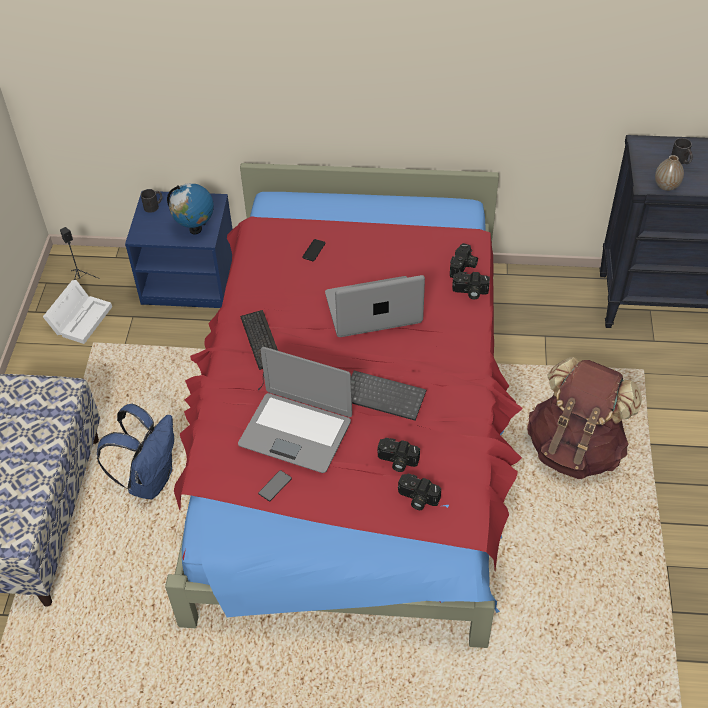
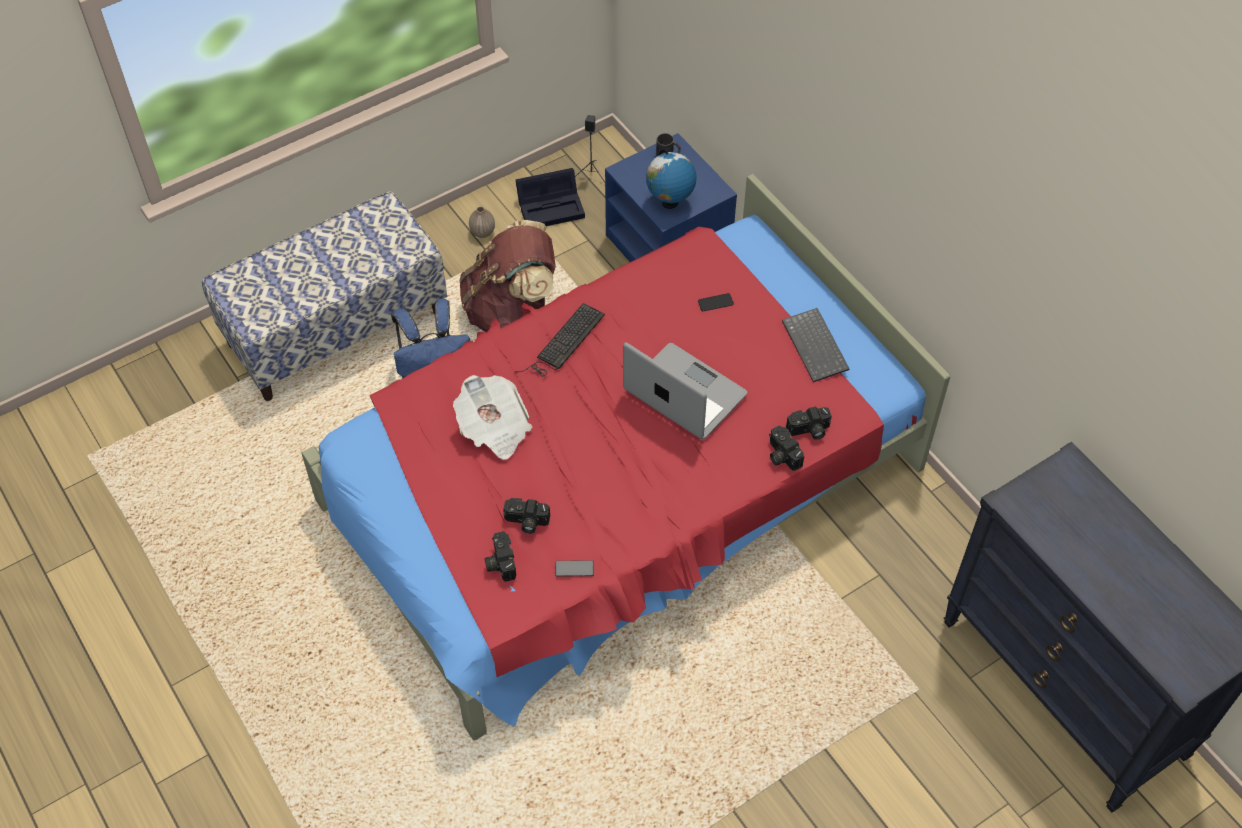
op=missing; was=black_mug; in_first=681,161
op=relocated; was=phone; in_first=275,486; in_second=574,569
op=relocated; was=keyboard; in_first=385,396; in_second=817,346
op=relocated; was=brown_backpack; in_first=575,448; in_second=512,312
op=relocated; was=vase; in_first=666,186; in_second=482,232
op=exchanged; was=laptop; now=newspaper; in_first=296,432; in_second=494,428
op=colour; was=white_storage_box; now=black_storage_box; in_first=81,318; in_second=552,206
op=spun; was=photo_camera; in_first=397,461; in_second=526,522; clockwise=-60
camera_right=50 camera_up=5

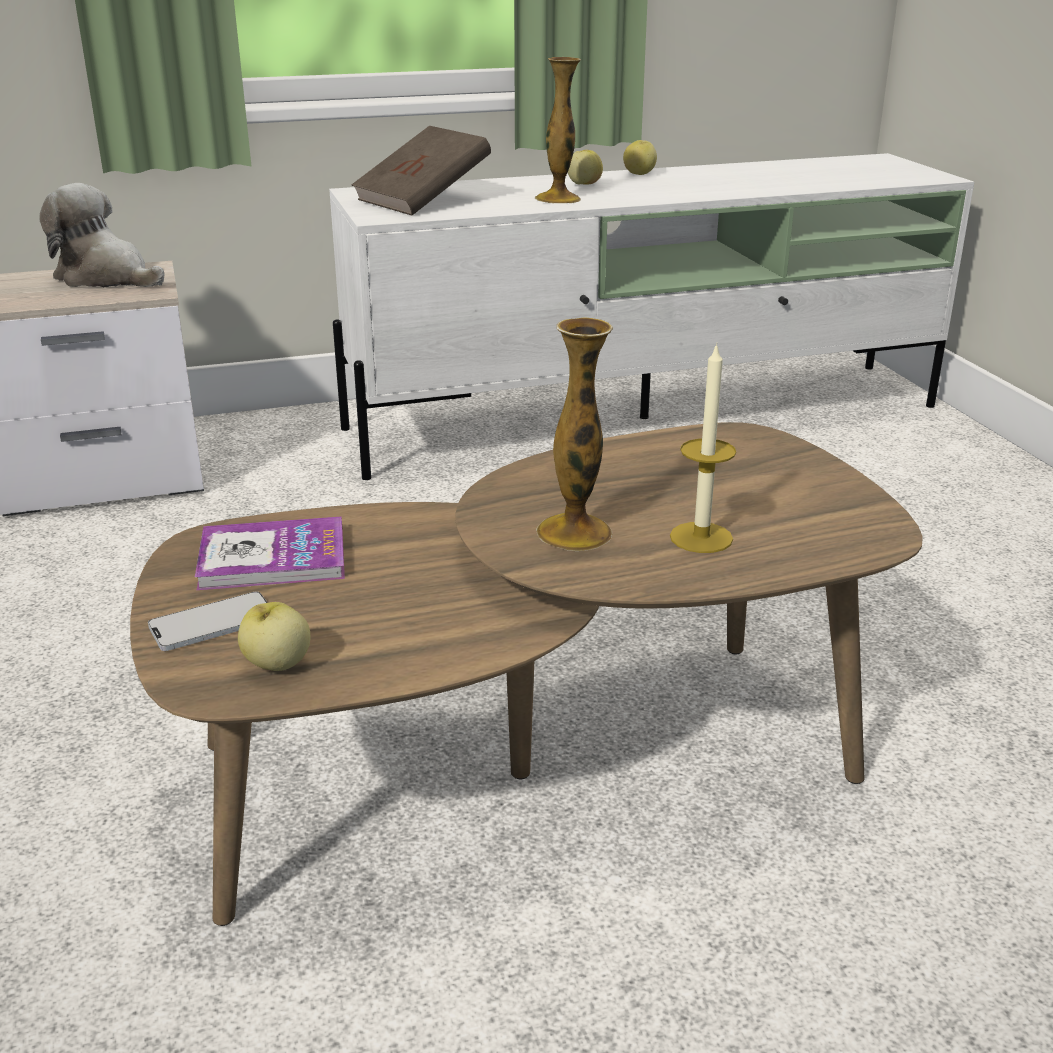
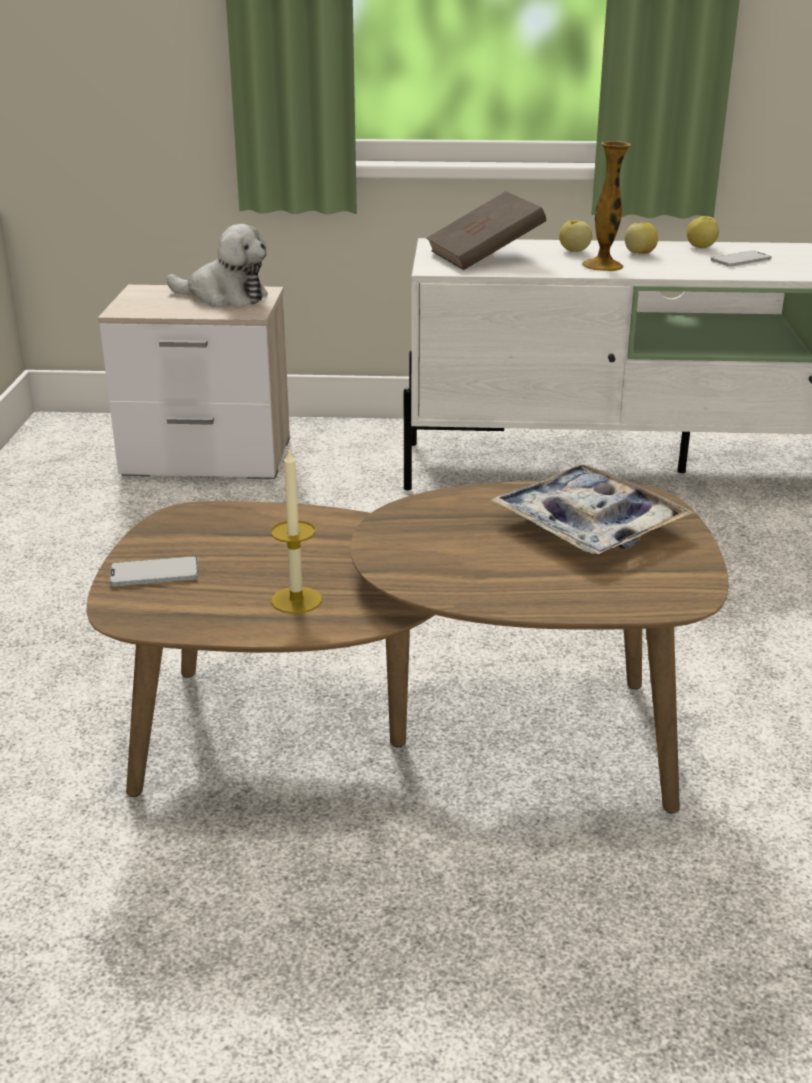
op=missing; was=book; in_first=272,558
op=missing; was=vase; in_first=574,533
op=appeared; now=tray; in_second=588,525
op=appeared; now=phone; in_second=740,260
op=relocated; was=apple; in_first=276,664; in_second=574,251
op=relocated; was=candle; in_first=701,537; in_second=296,600
op=spun; was=plush_toy; in_first=106,278; in_second=224,297; clockwise=150
camera_right=20 camera_up=0

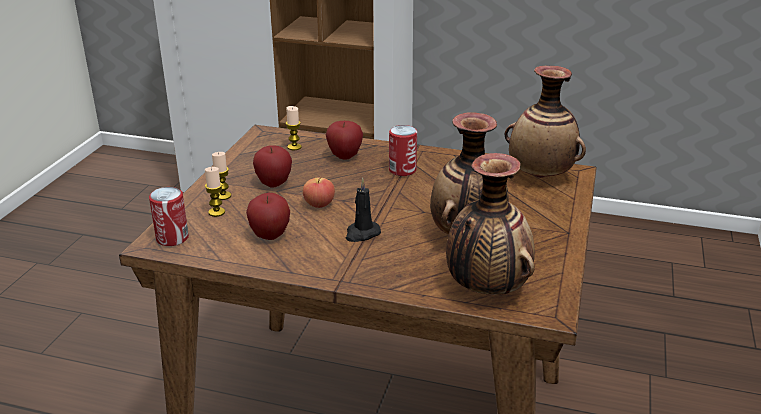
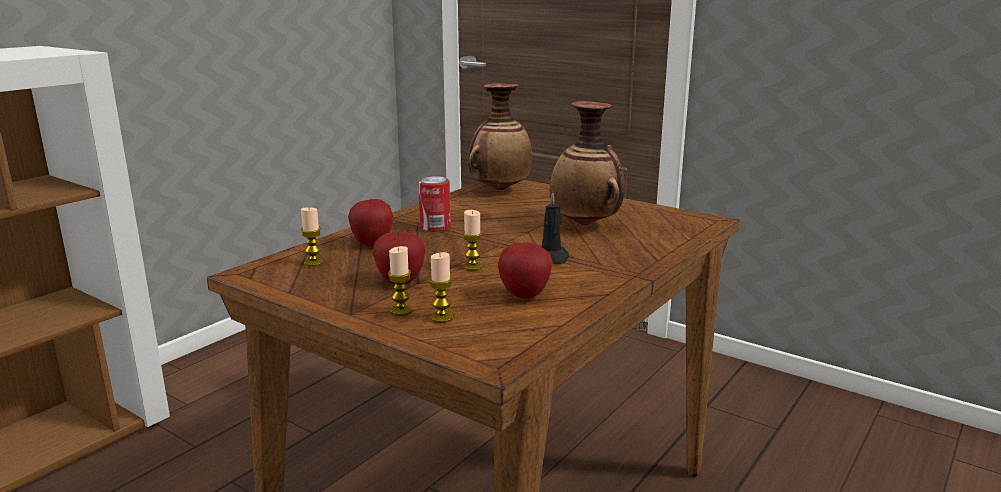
op=missing; was=can; in_first=172,238
op=missing; was=vase; in_first=486,289
op=exchanged; was=apple; now=candle; in_first=319,204; in_second=472,267
camera_right=-70 camera_up=-10

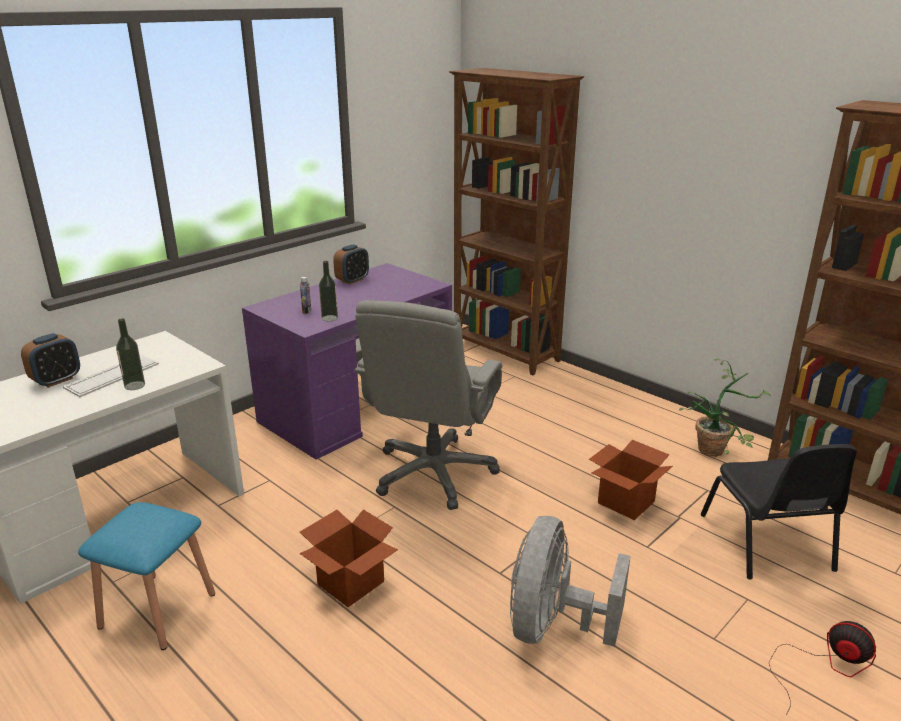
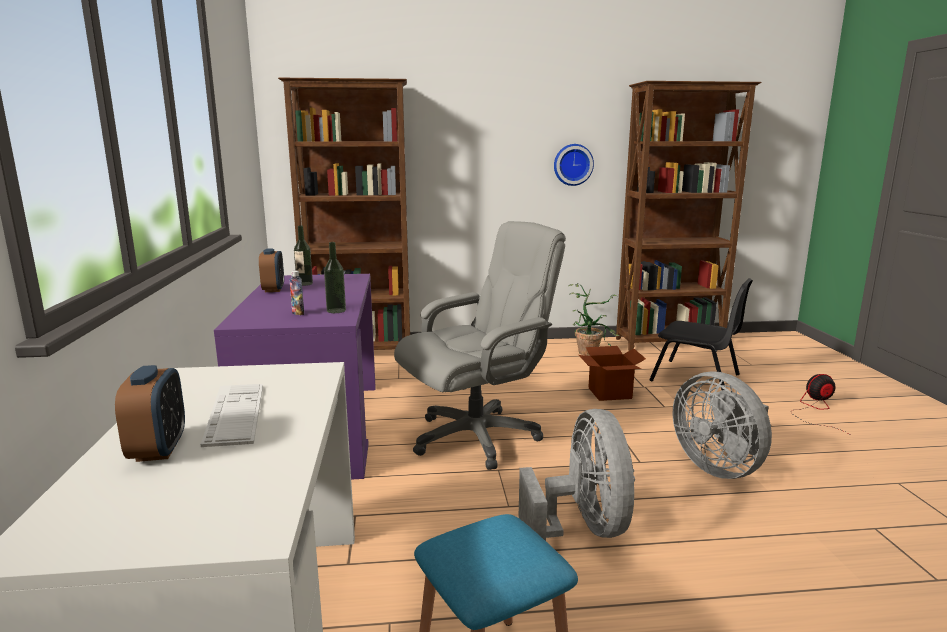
op=appeared; now=wall_clock; in_second=572,164
op=relocated; was=bottle; in_first=134,385; in_second=304,284
op=exchanged; was=cardboard_box; now=grey_fan; in_first=351,583; in_second=582,530
op=spun; was=grey_office_chair; in_first=433,473; in_second=476,437; clockwise=-90
camera_right=-50 camera_up=-10

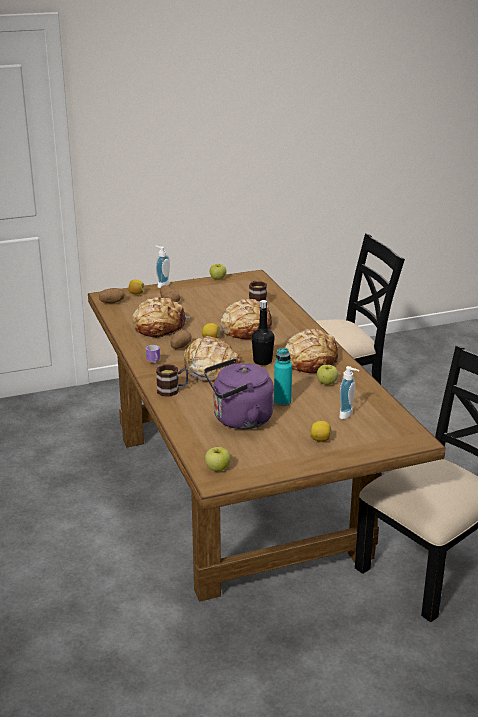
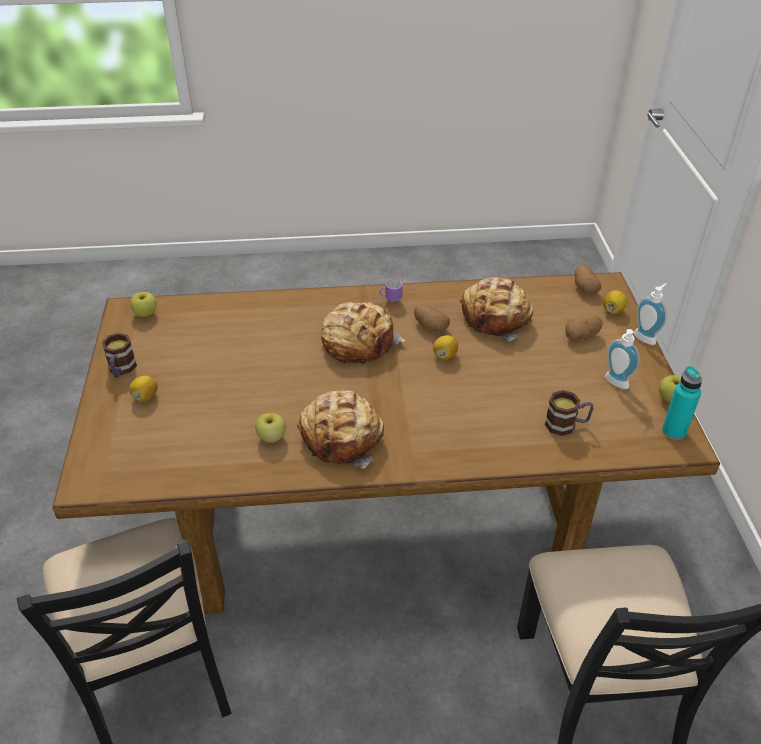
op=missing; was=purple_kettle; in_first=239,420
op=missing; was=bread; in_first=246,328
op=missing; was=black_bottle; in_first=262,361
op=relocated; was=mug; in_first=172,390; in_second=121,370
op=relocated; was=turquoise_bottle; in_first=282,402; in_second=674,431
op=relocated; was=soap_dispenser; in_first=348,415; in_second=614,383
camera_right=105 camera_up=15

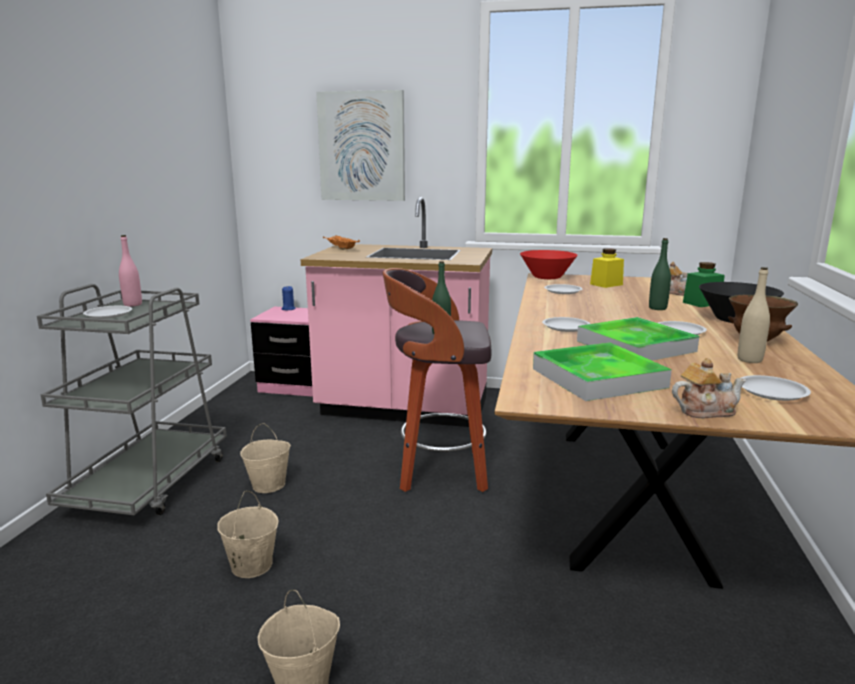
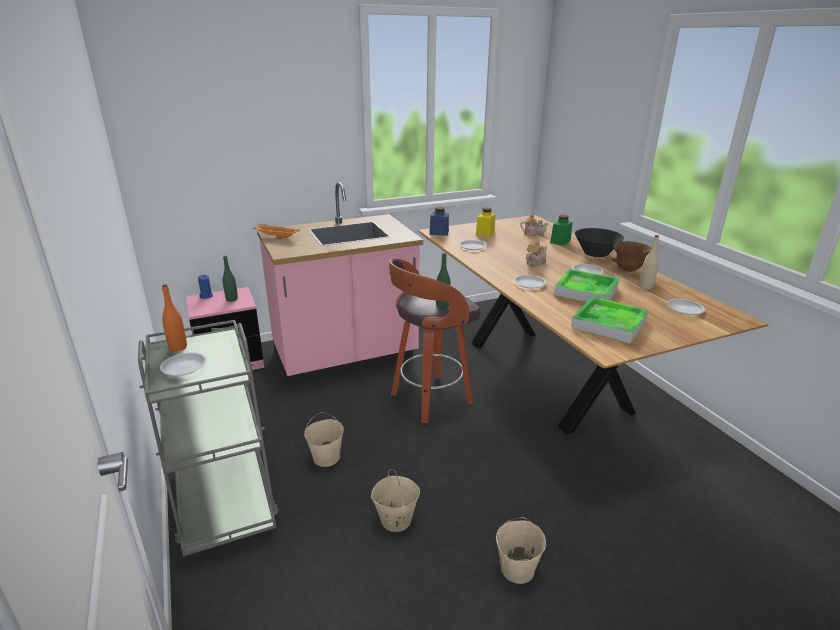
op=missing; was=picture; in_first=362,146
op=relocated; was=green_bottle; in_first=657,308; in_second=232,299
op=relocated; was=teapot; in_first=704,411; in_second=535,263
op=exchanged; was=red_bowl; now=blue_jar; in_first=547,277; in_second=439,232
op=colour; was=pink_bottle; now=orange_bottle; in_first=133,304; in_second=178,347
camera_right=-35 camera_up=10

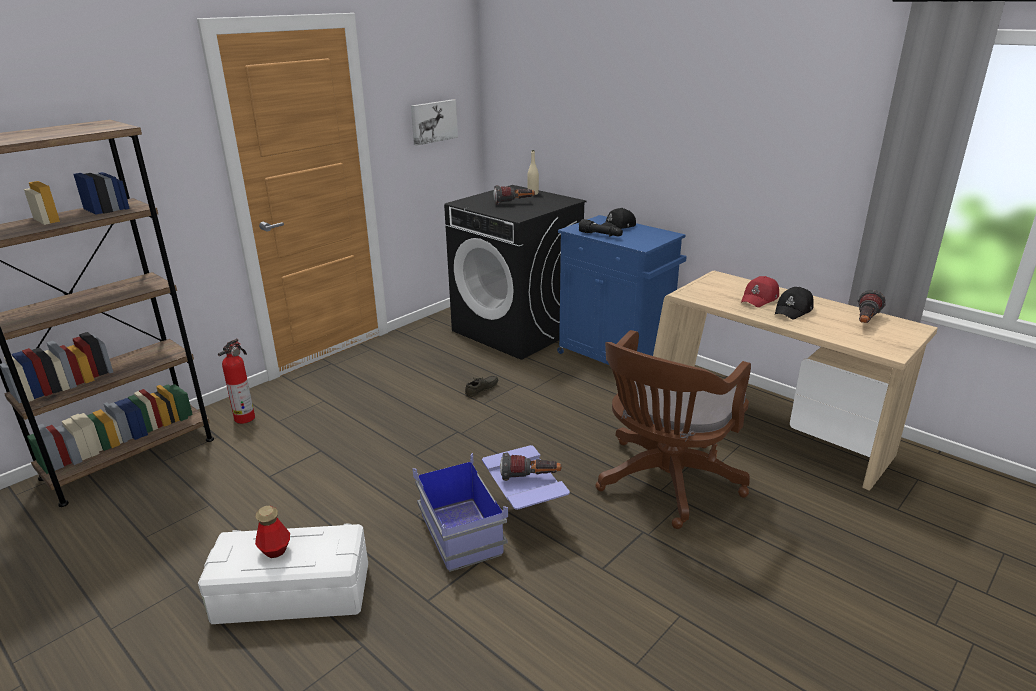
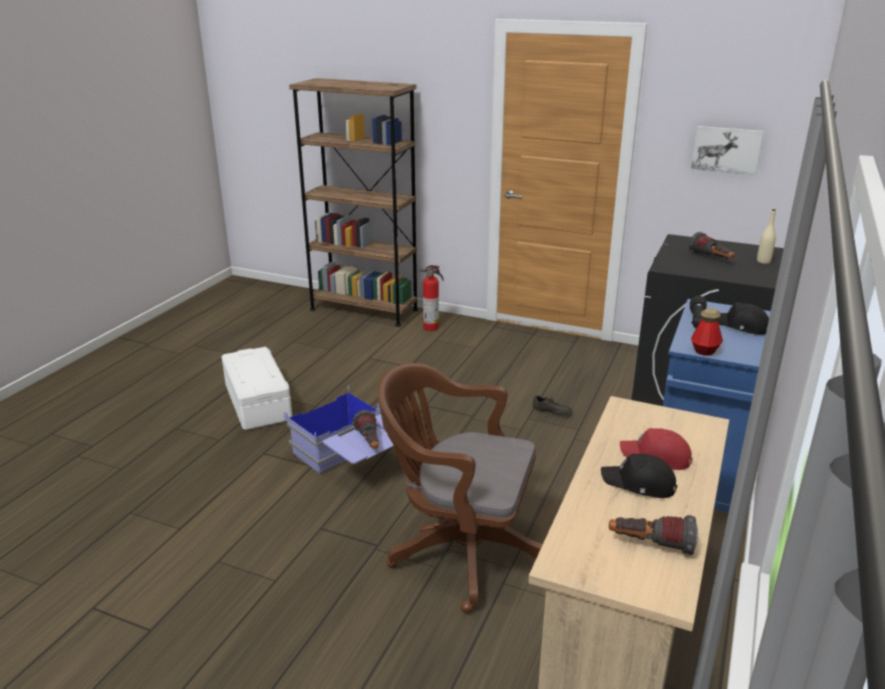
op=relocated; was=bottle; in_first=275,549; in_second=704,351
camera_right=70 camera_up=0

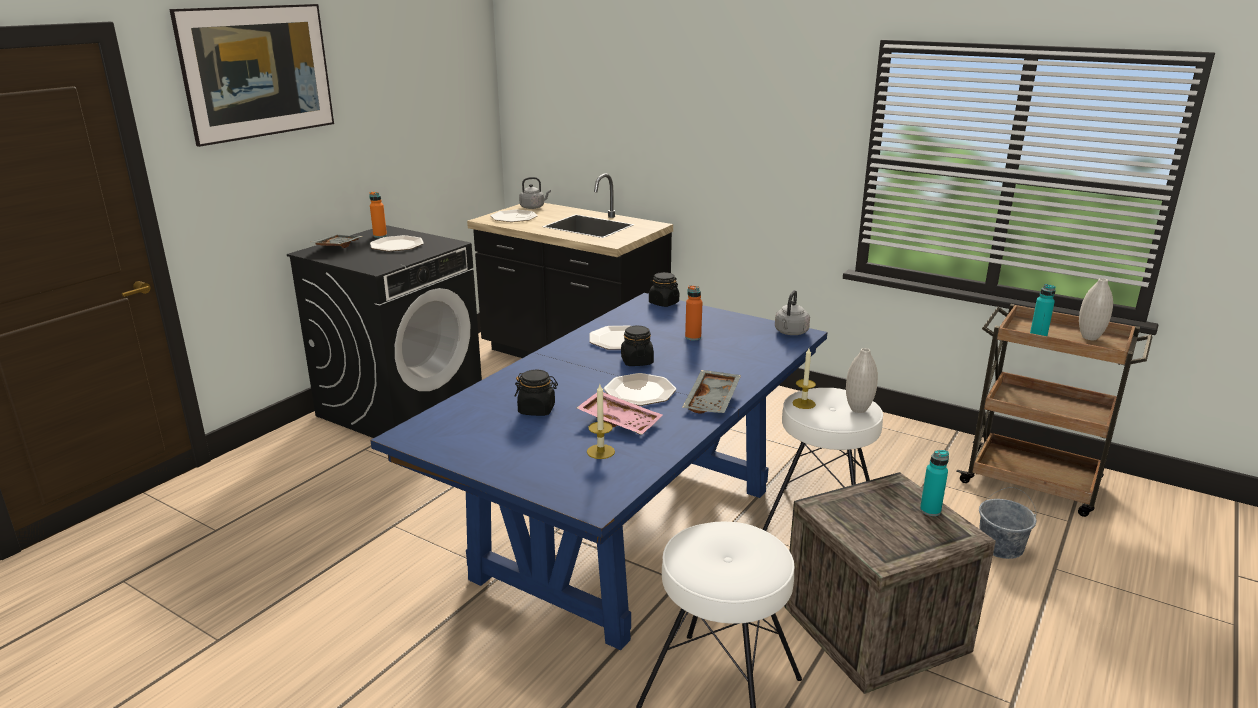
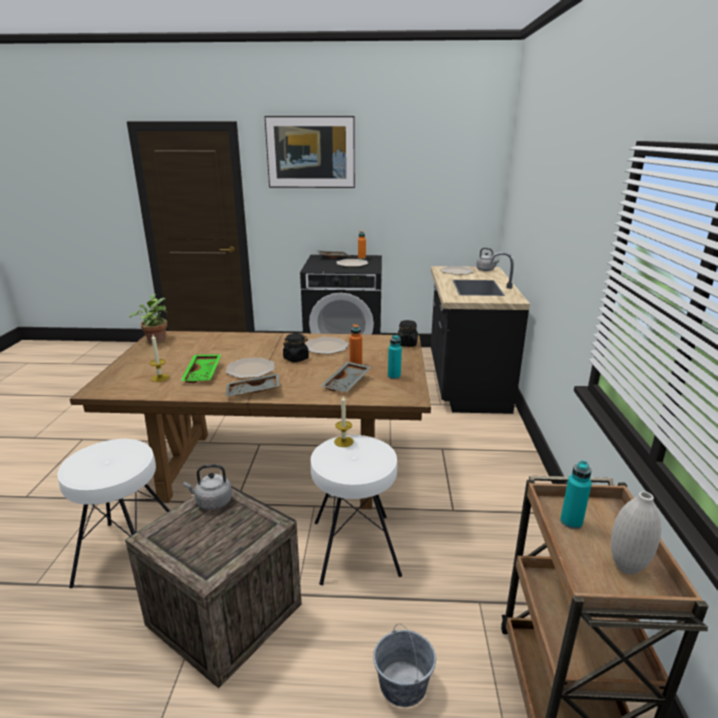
op=missing; was=black_jar; in_first=537,410
op=missing; was=white_vase; in_first=858,409
op=appeared; now=potted_plant; in_second=156,339
op=appeared; now=grey_tray; in_second=347,383
op=relocated; was=grey_kettle; in_first=790,332; in_second=212,502
op=relocated; was=turquoise_bottle; in_first=930,510; in_second=394,376
op=colour; was=blue_dining_table; now=brown_dining_table; in_first=629,531; in_second=277,468
op=colour; was=pink_tray; now=green_tray; in_first=620,421; in_second=203,373
camera_right=60 camera_up=0

